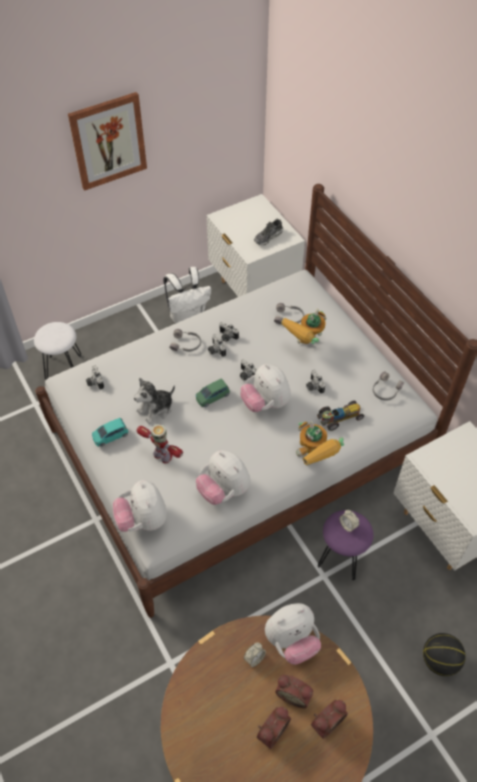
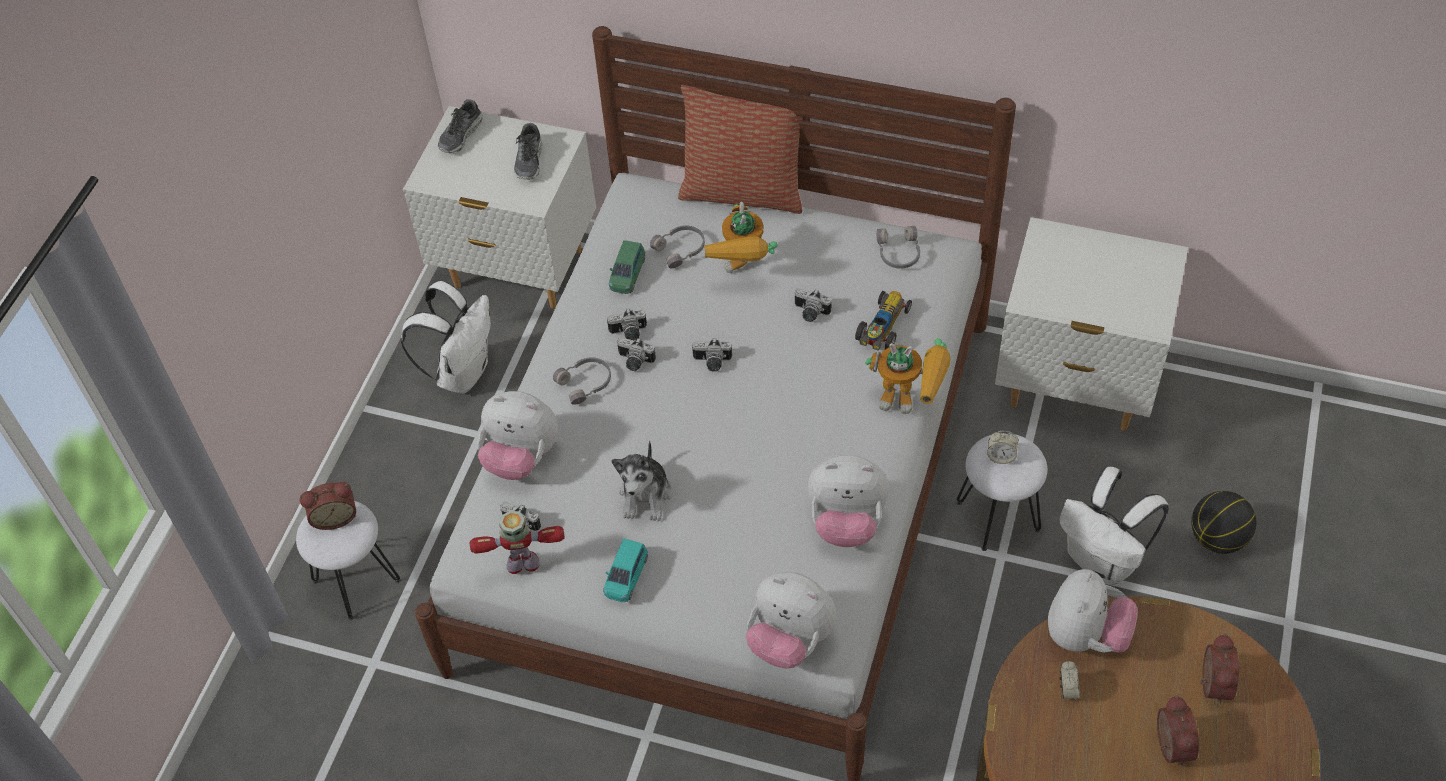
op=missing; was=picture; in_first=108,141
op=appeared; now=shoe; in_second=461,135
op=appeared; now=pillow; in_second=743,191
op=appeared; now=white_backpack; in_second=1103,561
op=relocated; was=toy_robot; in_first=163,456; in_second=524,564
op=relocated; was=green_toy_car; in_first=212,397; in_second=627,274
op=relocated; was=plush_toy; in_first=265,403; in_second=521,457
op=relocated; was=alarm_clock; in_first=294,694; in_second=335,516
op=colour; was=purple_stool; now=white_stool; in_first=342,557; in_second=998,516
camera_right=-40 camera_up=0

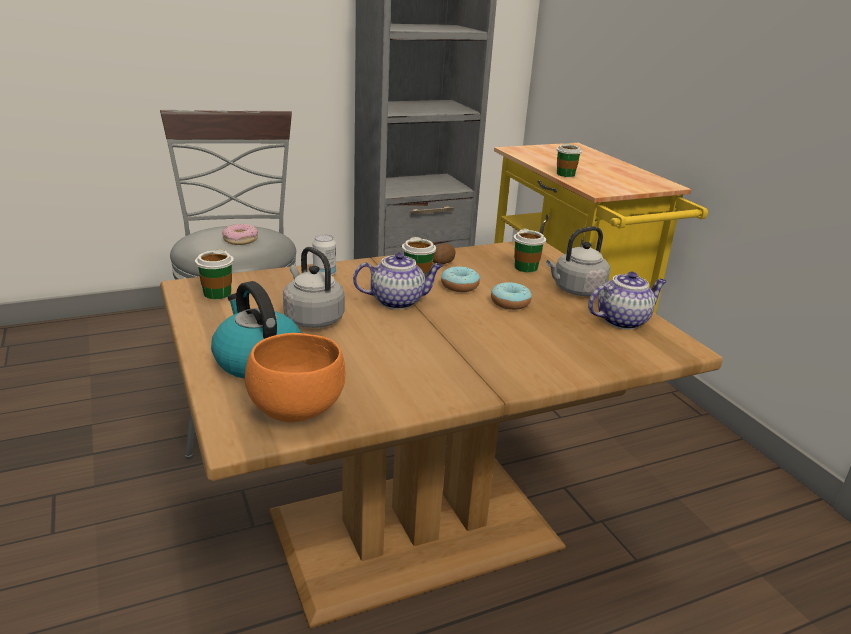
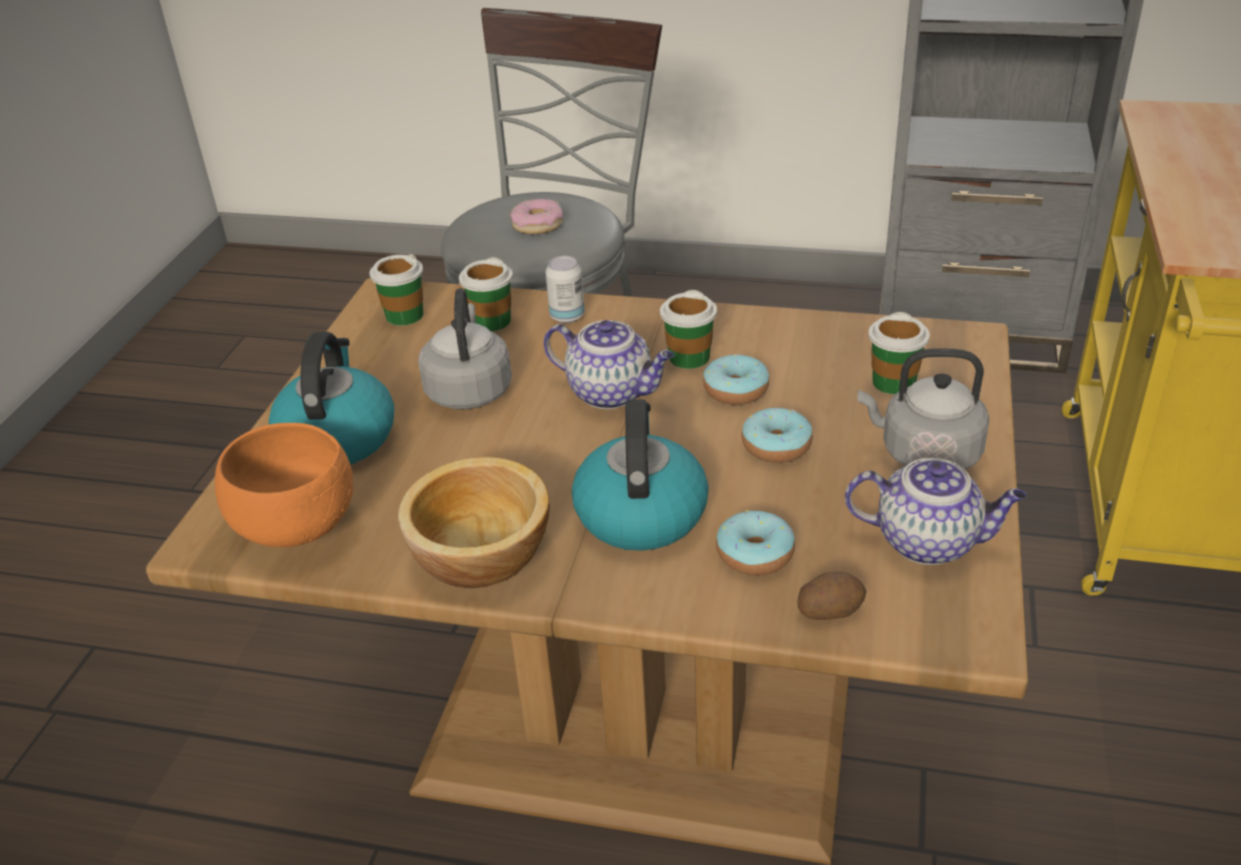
op=appeared; now=bowl; in_second=482,555
op=appeared; now=kettle; in_second=640,513
op=appeared; now=donut; in_second=755,554
op=relocated; was=potato; in_first=442,262; in_second=829,610
op=relocated; was=cup; in_first=565,174; in_second=491,321
camera_right=40 camera_up=10

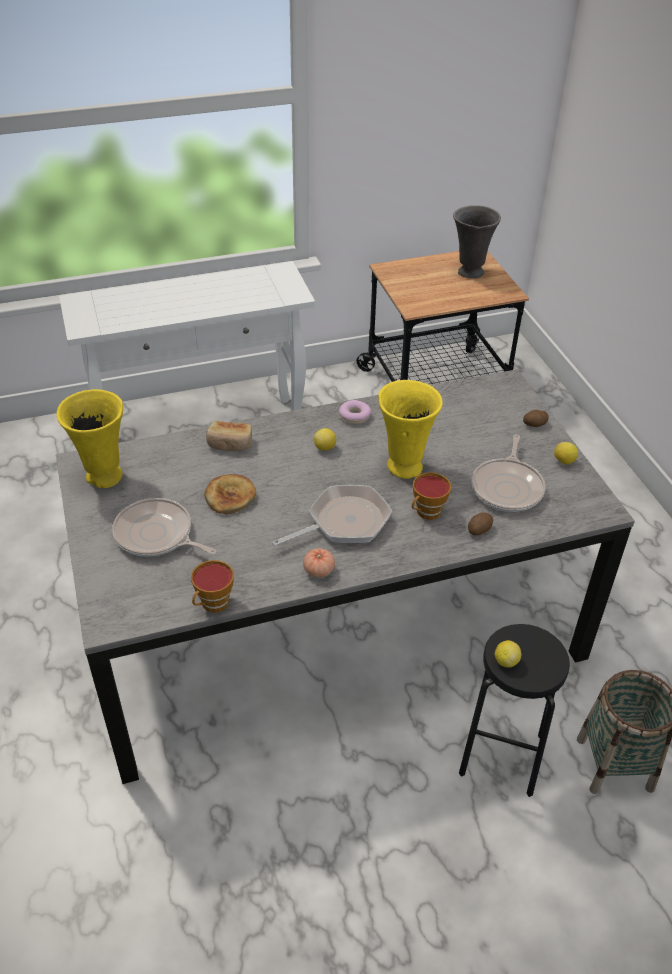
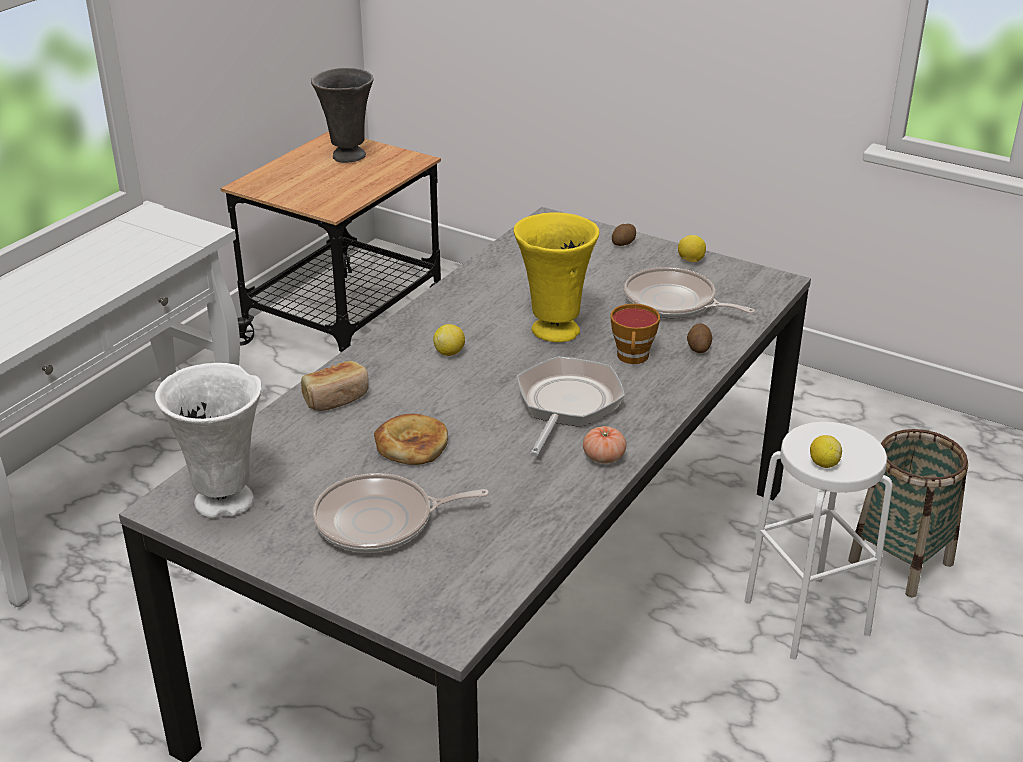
op=missing; was=cup; in_first=213,604
op=missing; was=donut; in_first=354,416
op=colour; was=yellow_vase; now=white_vase; in_first=104,477; in_second=226,503
op=colour; was=black_stool; now=white_stool; in_first=502,755; in_second=807,617
op=spun; was=frying_pan; in_first=508,487; in_second=674,302; clockwise=150
camera_right=-40 camera_up=-10

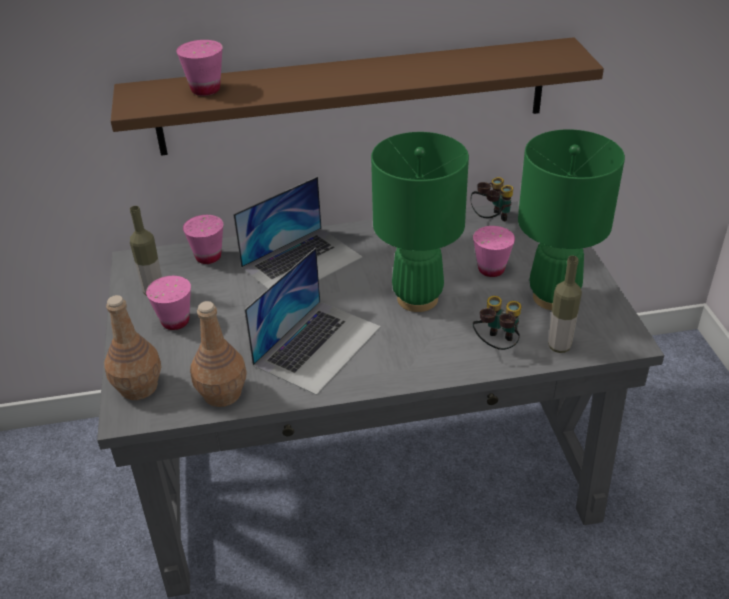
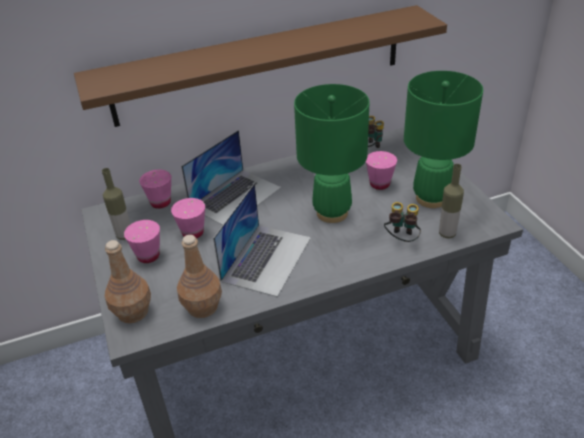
op=relocated; was=pink_cup; in_first=205,90; in_second=193,233
camera_right=-10 camera_up=0

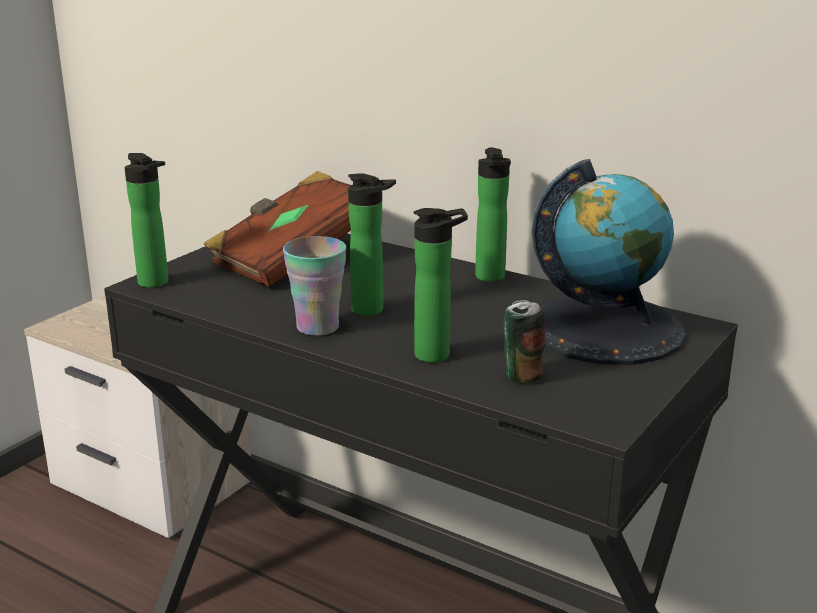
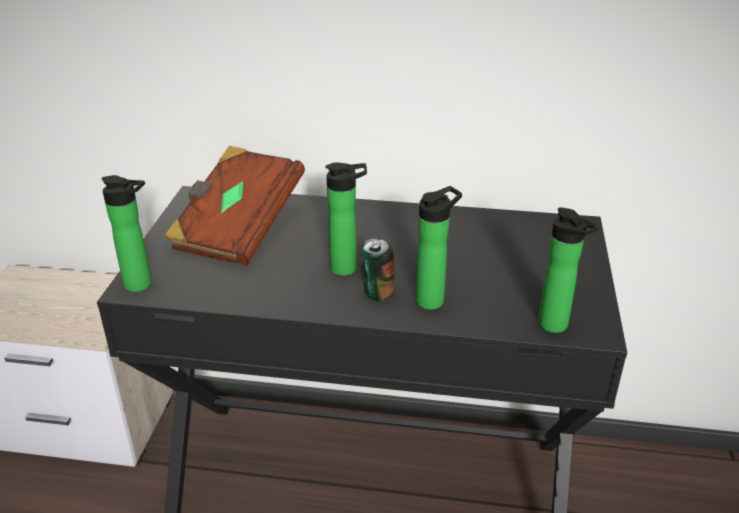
op=missing; was=cup; in_first=317,327
op=missing; was=globe; in_first=605,329
op=relocated; was=bottle; in_first=491,278; in_second=556,326
op=relocated; was=can; in_first=522,375; in_second=377,293
camera_right=-25 camera_up=10

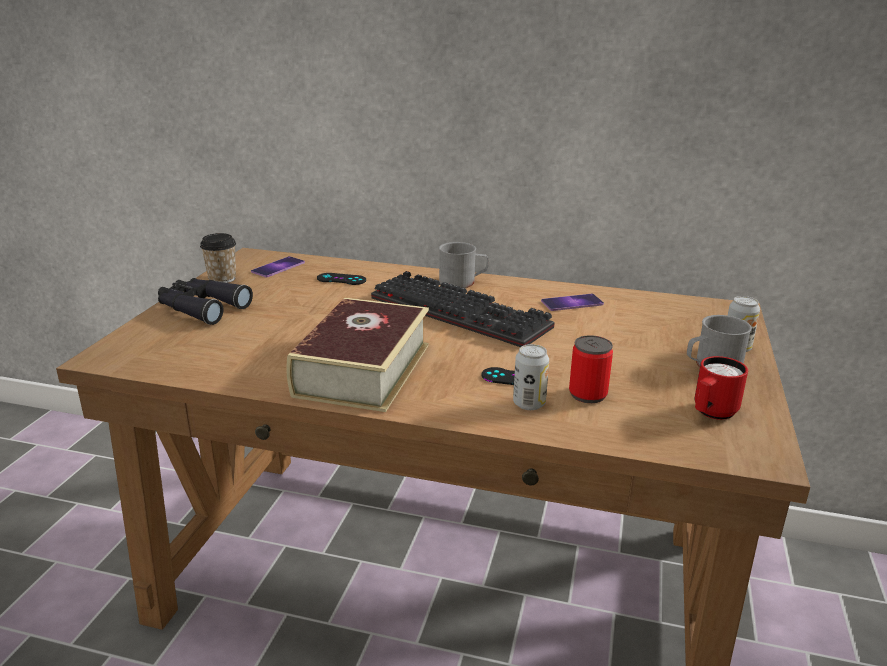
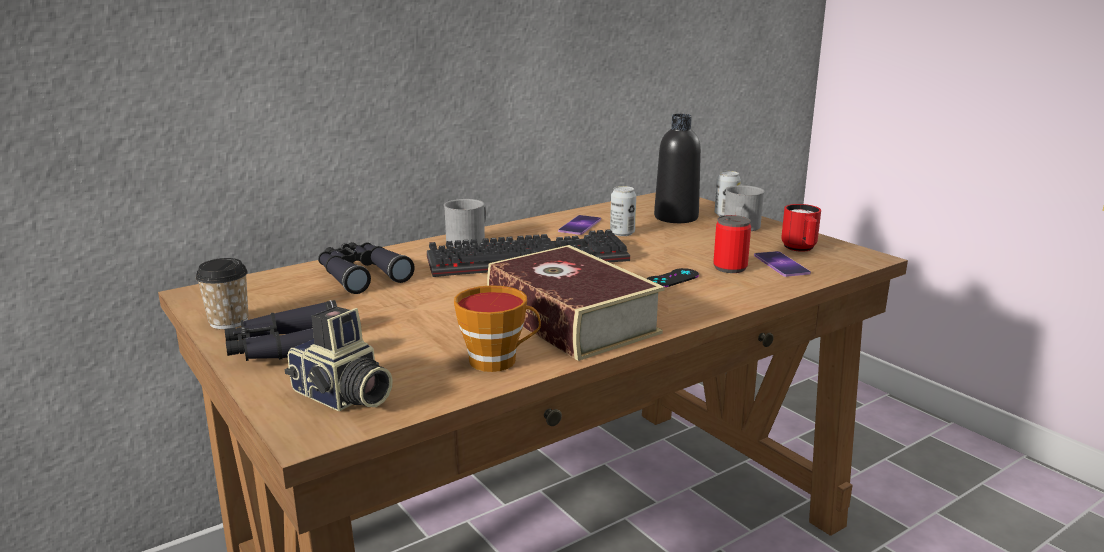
op=appeared; now=photo_camera; in_second=341,397
op=appeared; now=cup; in_second=499,361
op=appeared; now=black_bottle; in_second=676,217
op=relocated; was=phone; in_first=278,267; in_second=781,264
op=relocated; was=can; in_first=529,404; in_second=622,233
op=exchanged; was=black_game_controller; now=black_binoculars; in_first=341,279; in_second=360,275
camera_right=-50 camera_up=-5

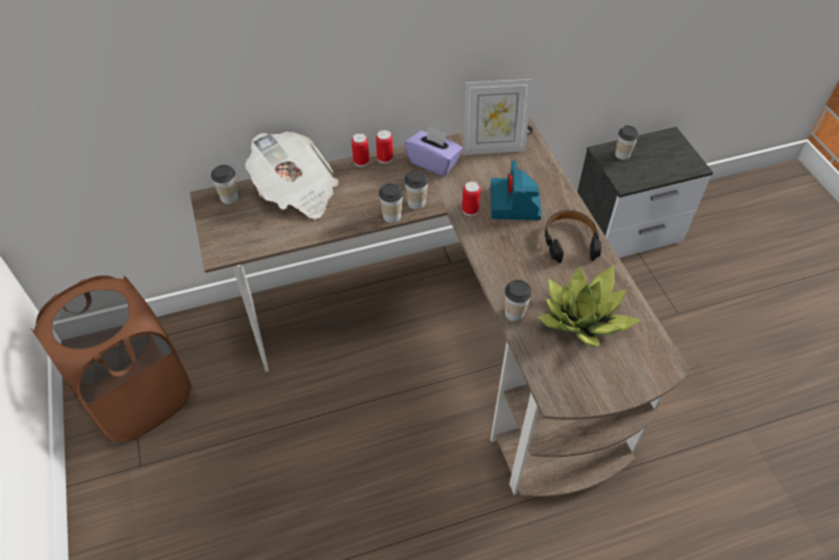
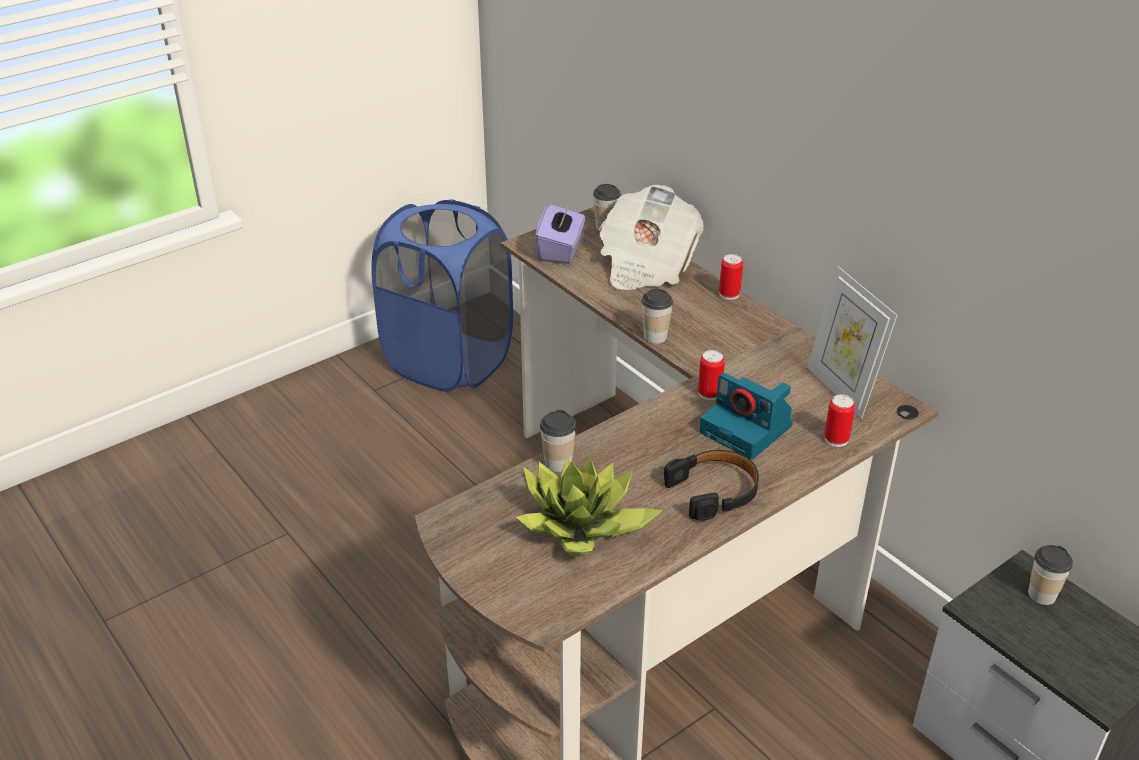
op=missing; was=cup; in_first=416,203
op=relocated; was=can; in_first=385,158; in_second=836,439
op=relocated; was=purple_tissue_box; in_first=433,162; in_second=561,250
op=colour; was=brown_laundry_basket; now=blue_laundry_basket; in_first=139,397; in_second=449,362
op=spun; was=photo_camera; in_first=515,204; in_second=748,429; clockwise=-120
camera_right=70 camera_up=-15

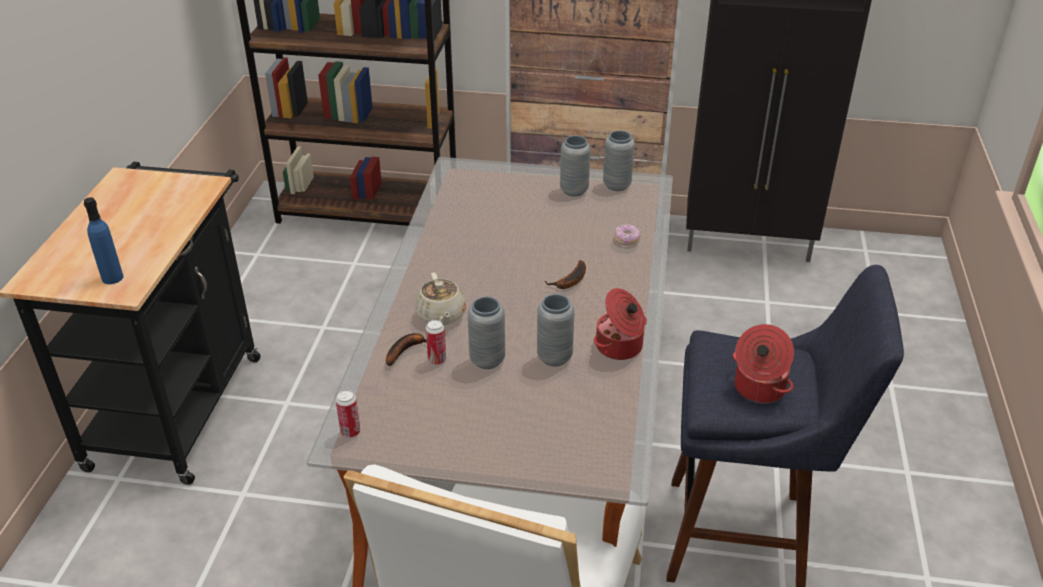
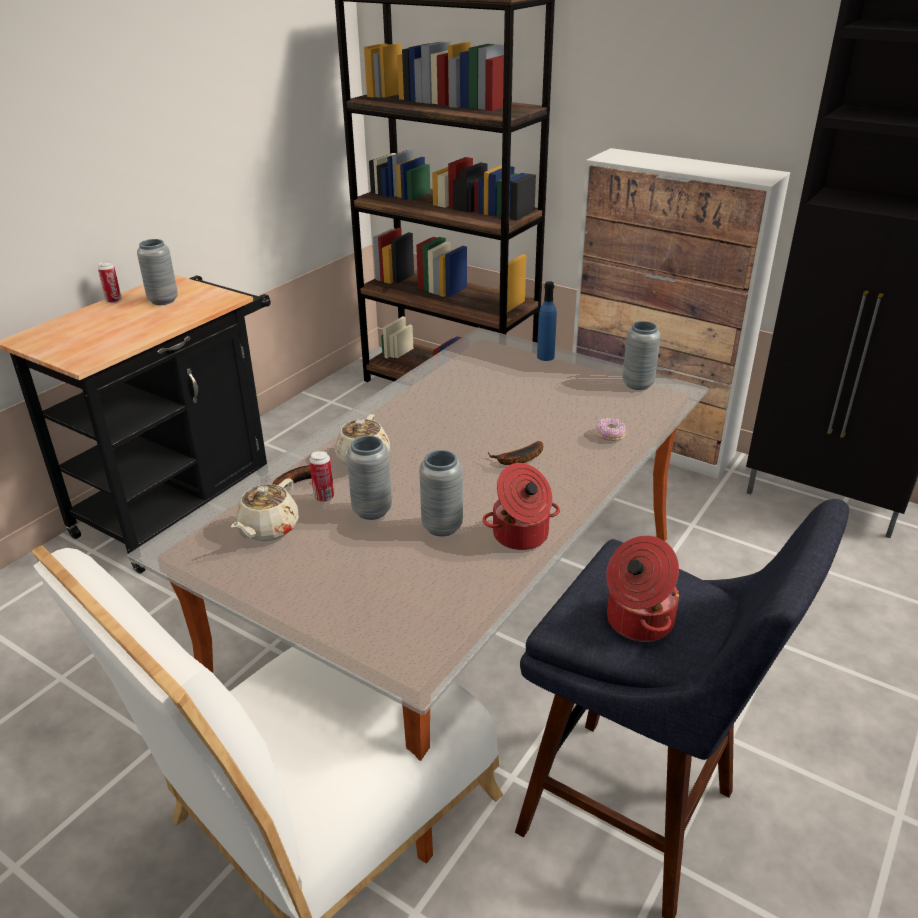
op=appeared; now=beige_teapot; in_second=267,529
op=relocated; was=blue_bottle; in_first=112,278; in_second=545,357
op=relocated; was=can; in_first=350,432; in_second=114,301
op=relocated; was=grey_vase; in_first=574,191; in_second=163,301
camera_right=25 camera_up=-5

